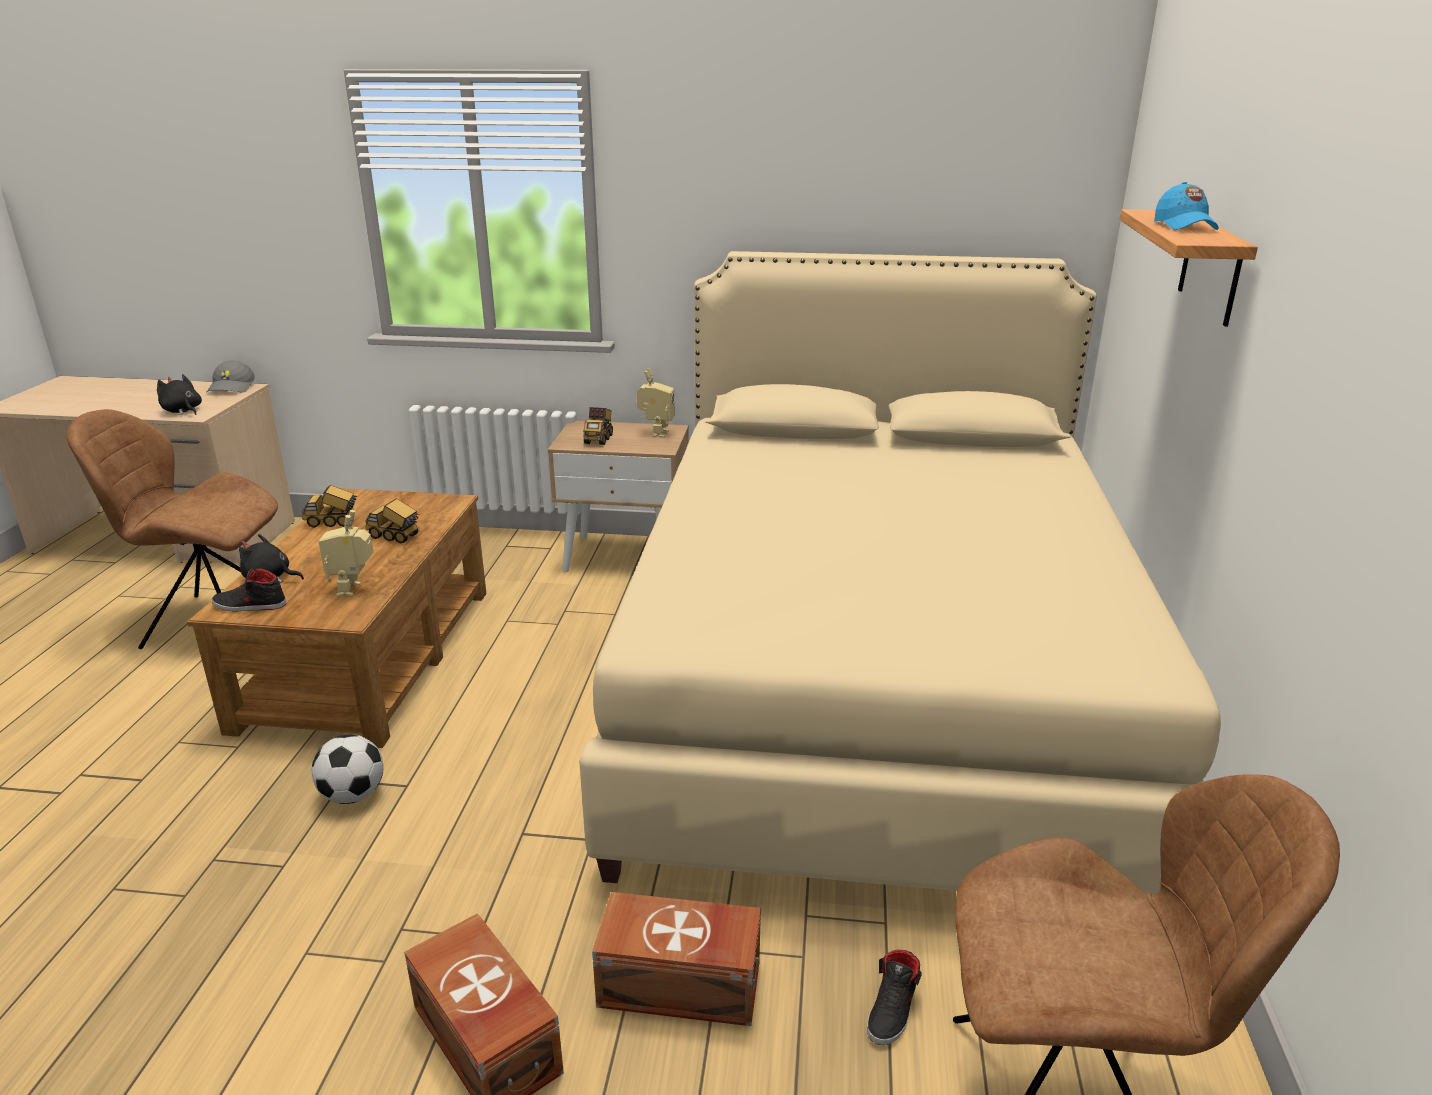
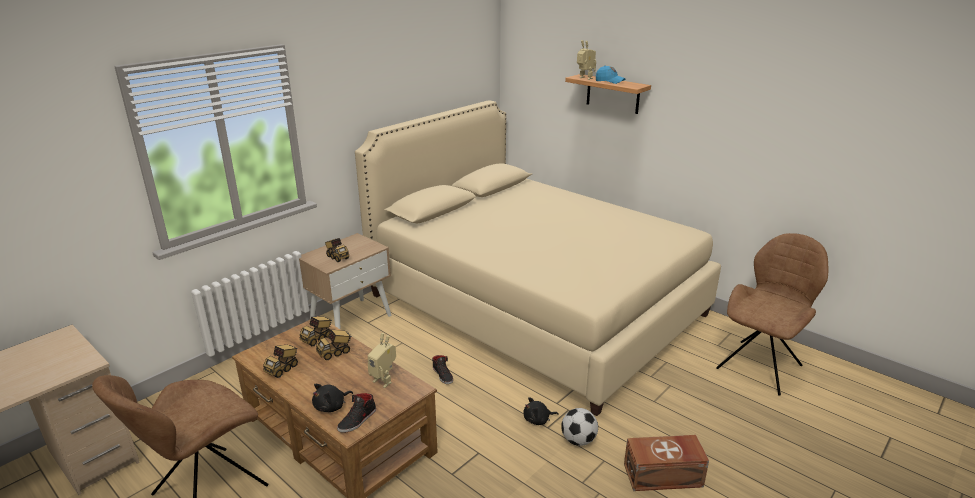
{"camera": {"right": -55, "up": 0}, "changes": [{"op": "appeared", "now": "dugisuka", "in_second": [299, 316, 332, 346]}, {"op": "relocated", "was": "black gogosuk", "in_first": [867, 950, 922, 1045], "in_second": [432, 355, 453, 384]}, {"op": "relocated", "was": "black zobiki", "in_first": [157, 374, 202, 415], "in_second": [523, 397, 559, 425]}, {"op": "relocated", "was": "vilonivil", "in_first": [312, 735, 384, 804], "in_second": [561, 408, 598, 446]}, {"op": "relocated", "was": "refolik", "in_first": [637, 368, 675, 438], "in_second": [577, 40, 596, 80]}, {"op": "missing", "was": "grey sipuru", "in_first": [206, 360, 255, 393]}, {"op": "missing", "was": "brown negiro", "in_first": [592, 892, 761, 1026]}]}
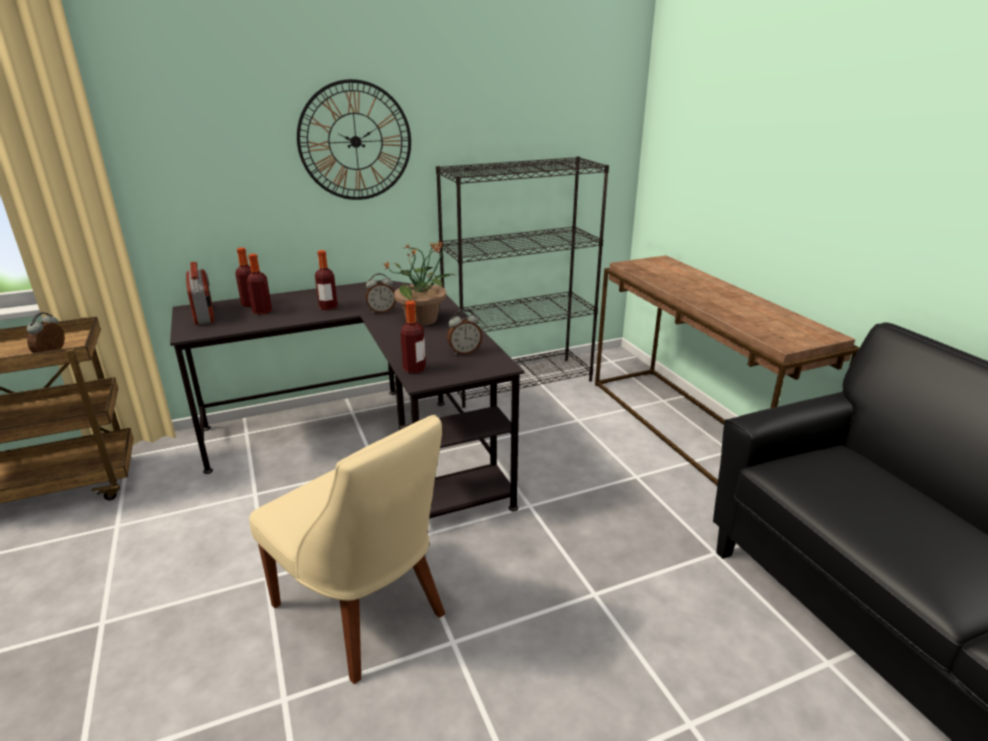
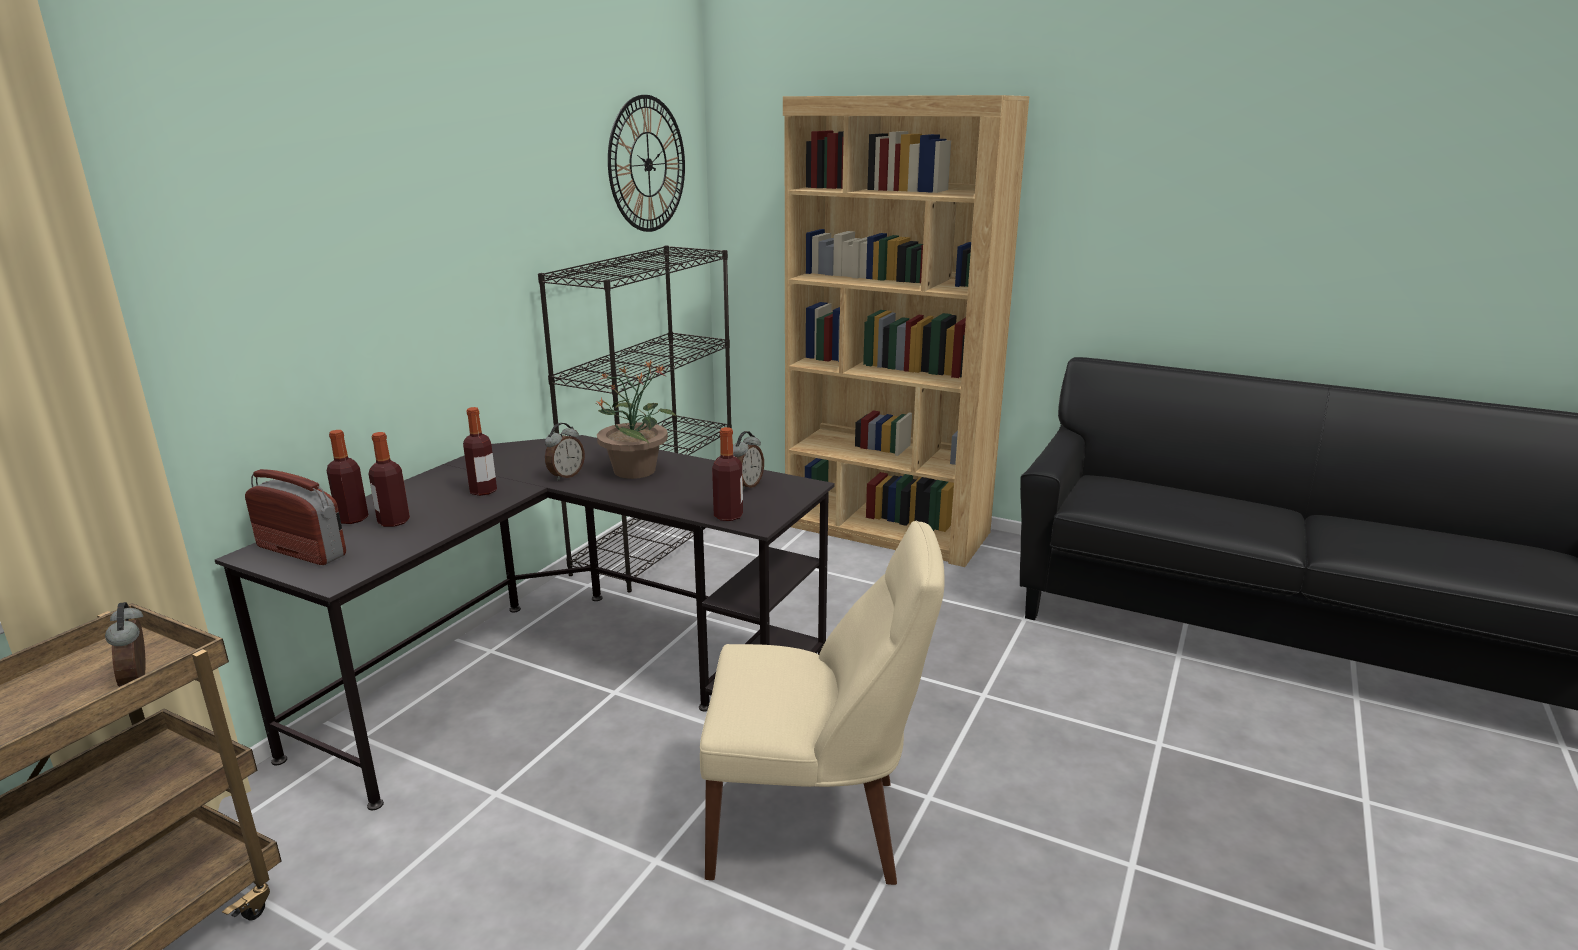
{"camera": {"right": -40, "up": -5}, "changes": [{"op": "relocated", "was": "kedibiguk", "in_first": [297, 79, 411, 200], "in_second": [608, 95, 685, 232]}, {"op": "exchanged", "was": "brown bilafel", "now": "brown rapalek", "in_first": [595, 255, 860, 485], "in_second": [783, 95, 1029, 567]}]}
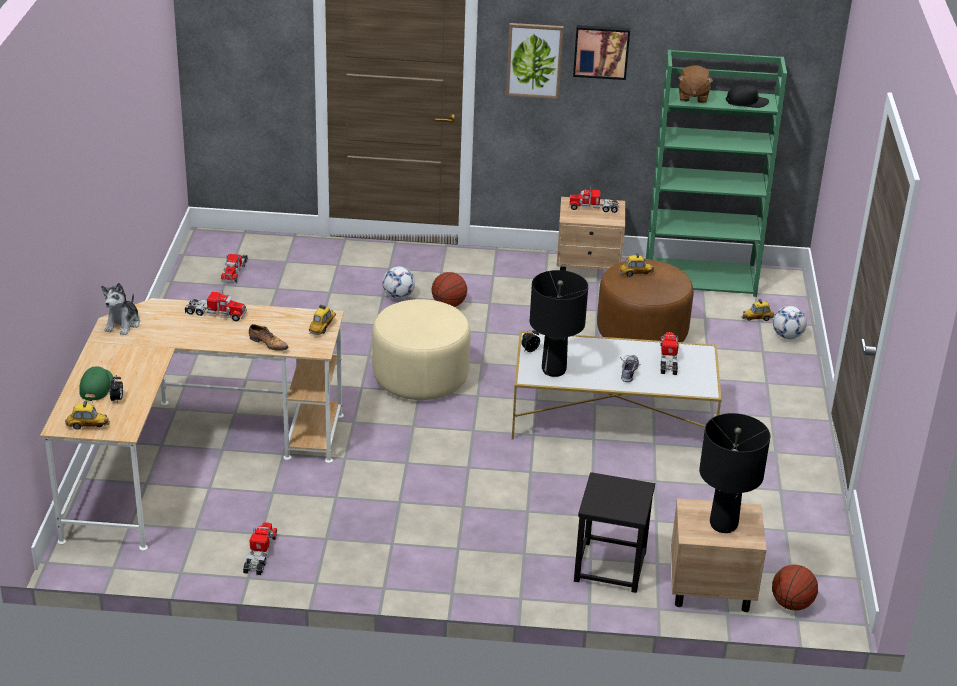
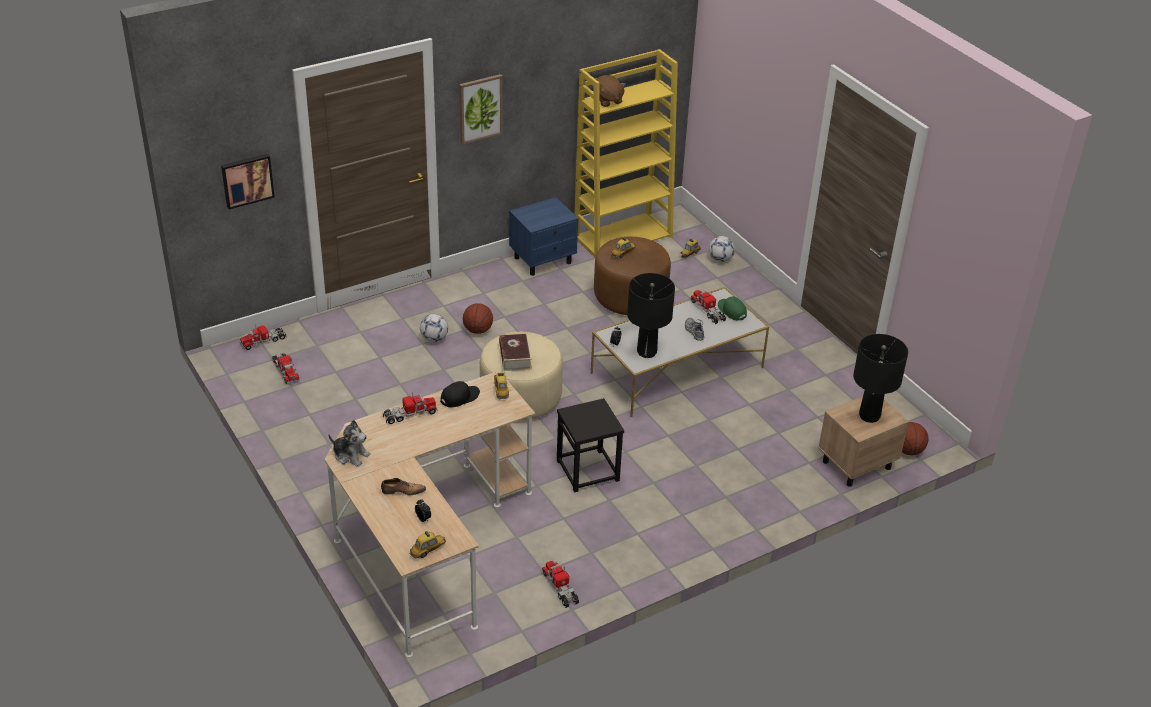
{"camera": {"right": -35, "up": 5}, "changes": [{"op": "relocated", "was": "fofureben", "in_first": [573, 25, 630, 80], "in_second": [221, 154, 275, 209]}, {"op": "relocated", "was": "dugisuka", "in_first": [569, 186, 620, 213], "in_second": [240, 325, 286, 350]}, {"op": "spun", "was": "zobiki", "in_first": [101, 283, 140, 335], "in_second": [328, 420, 370, 467], "clockwise": -45}, {"op": "relocated", "was": "gogosuk", "in_first": [249, 324, 289, 351], "in_second": [381, 478, 426, 495]}, {"op": "relocated", "was": "black sipuru", "in_first": [726, 85, 769, 108], "in_second": [440, 381, 480, 407]}, {"op": "appeared", "now": "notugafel", "in_second": [499, 333, 532, 371]}, {"op": "colour", "was": "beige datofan", "now": "blue datofan", "in_first": [556, 197, 625, 271], "in_second": [509, 197, 578, 276]}, {"op": "relocated", "was": "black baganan", "in_first": [574, 472, 655, 593], "in_second": [557, 398, 624, 492]}, {"op": "colour", "was": "green rapalek", "now": "yellow rapalek", "in_first": [646, 50, 787, 297], "in_second": [574, 49, 678, 258]}, {"op": "relocated", "was": "green sipuru", "in_first": [79, 367, 114, 401], "in_second": [718, 296, 747, 321]}]}
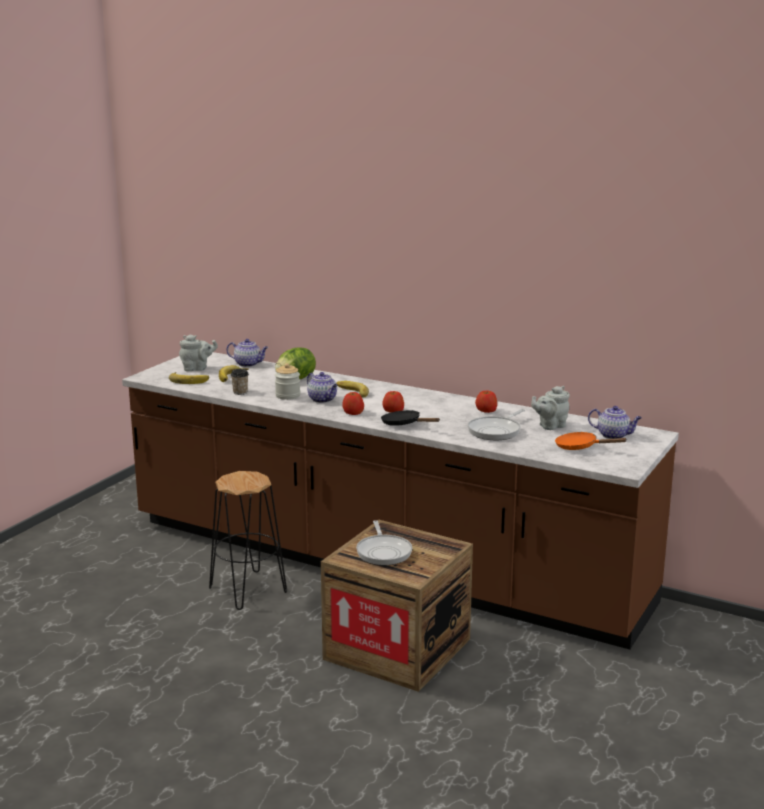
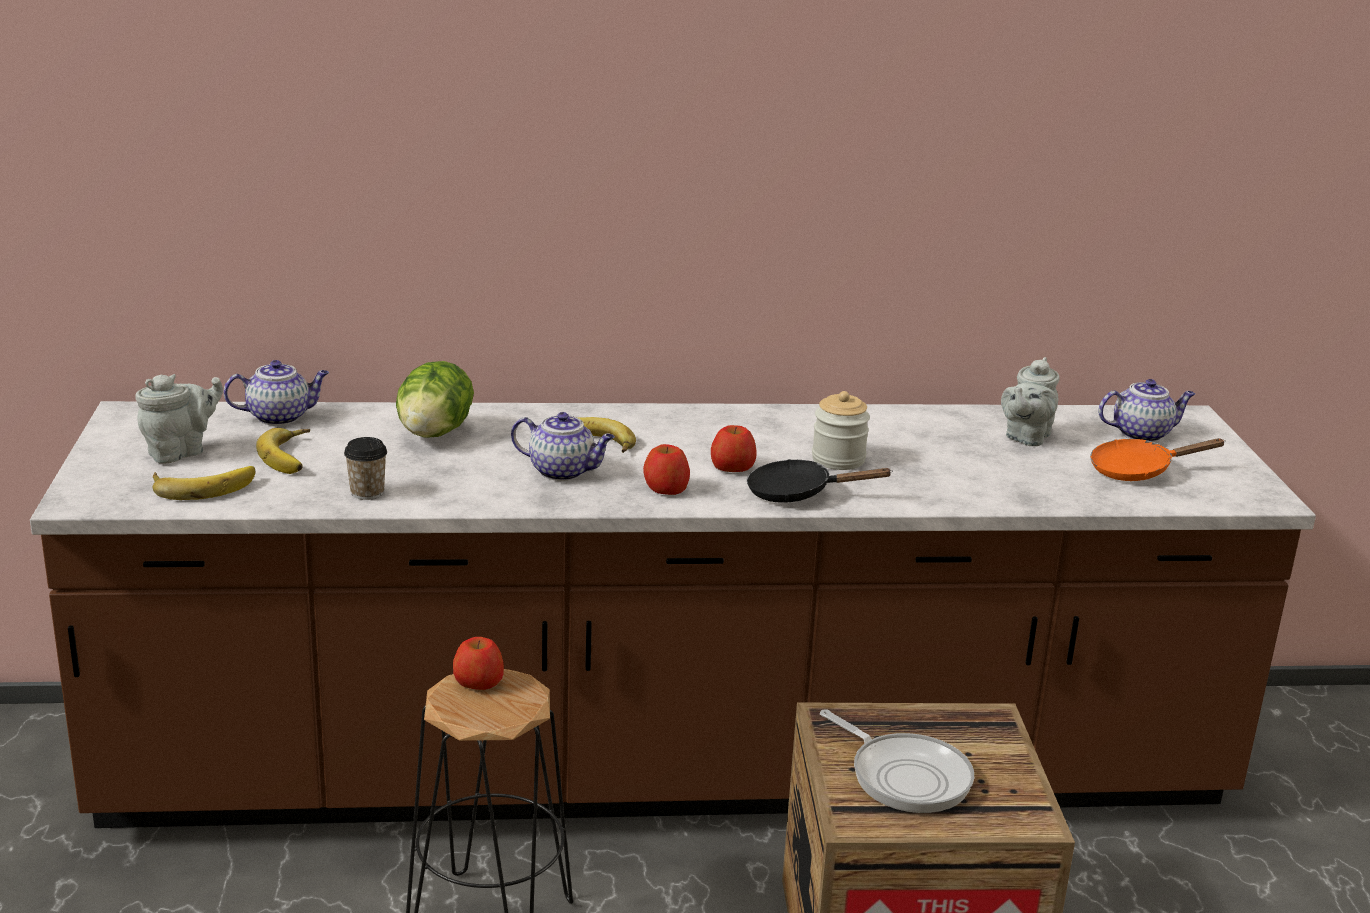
{"camera": {"right": -35, "up": 5}, "changes": [{"op": "relocated", "was": "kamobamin", "in_first": [475, 391, 497, 413], "in_second": [453, 637, 504, 690]}, {"op": "relocated", "was": "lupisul", "in_first": [275, 363, 300, 400], "in_second": [812, 391, 870, 470]}, {"op": "missing", "was": "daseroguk", "in_first": [468, 409, 525, 440]}]}
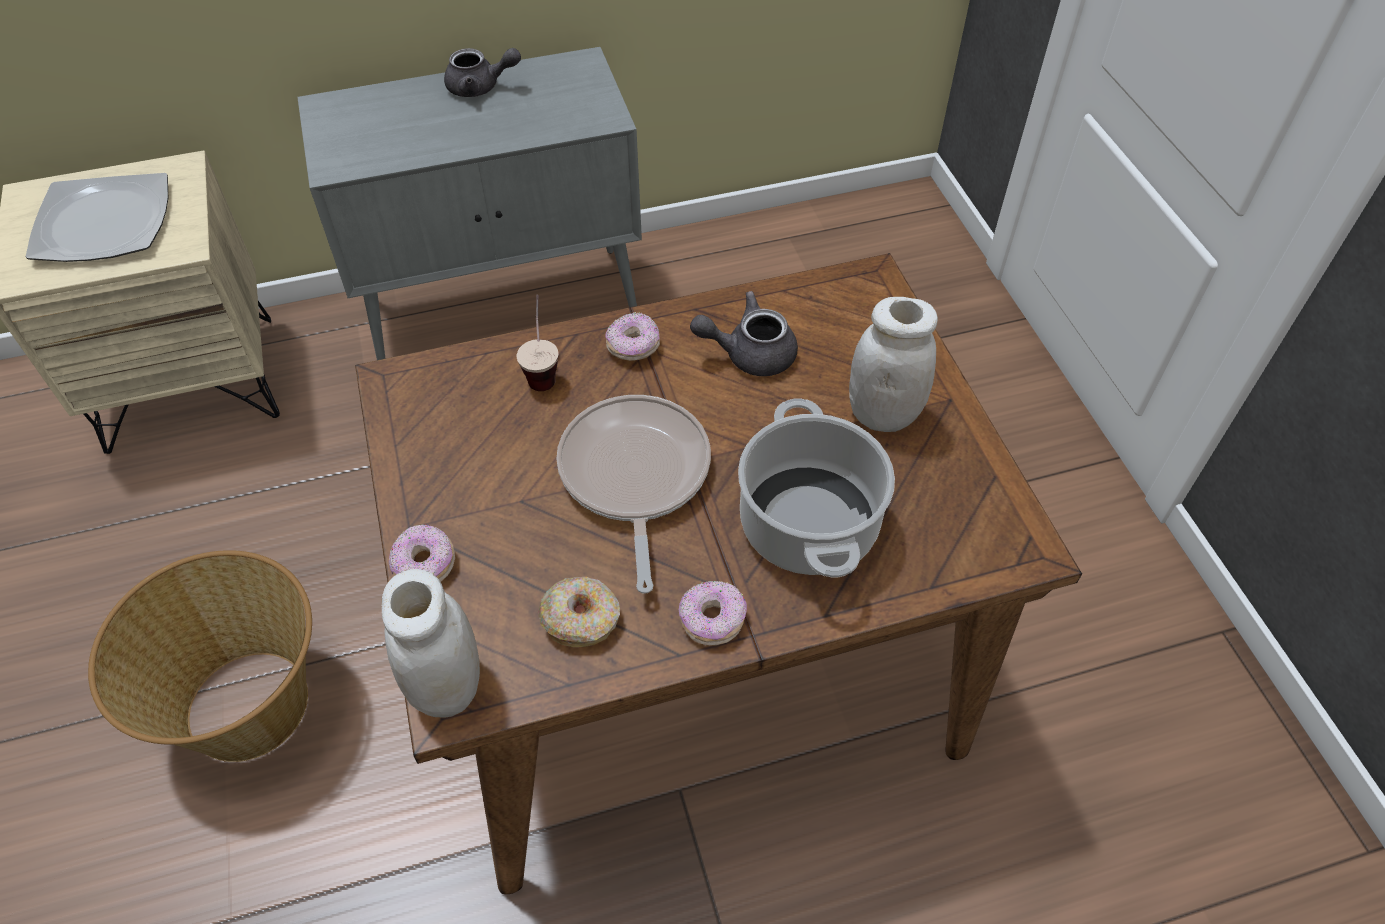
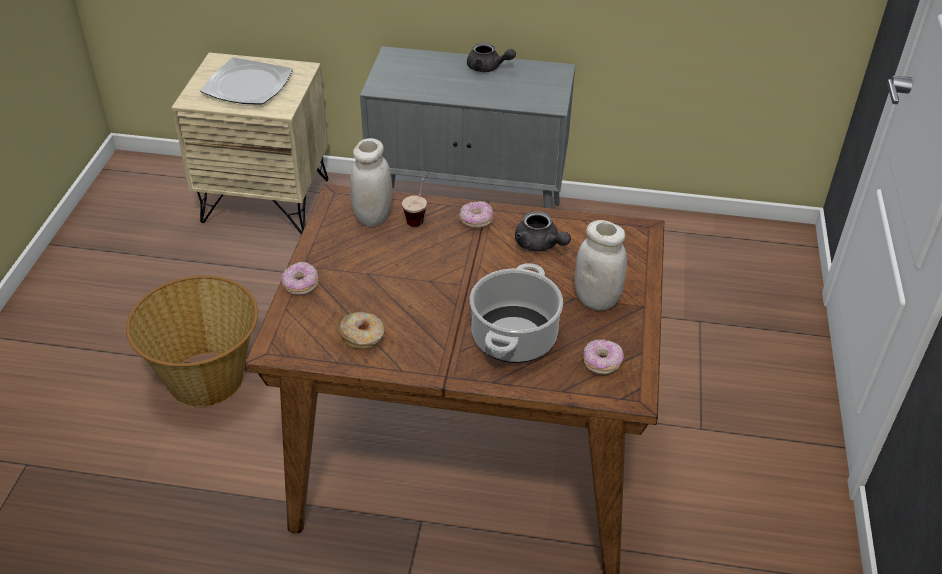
{"camera": {"right": 25, "up": -10}, "changes": [{"op": "relocated", "was": "white lupisul", "in_first": [382, 569, 480, 718], "in_second": [350, 138, 392, 227]}, {"op": "spun", "was": "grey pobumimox", "in_first": [690, 291, 798, 376], "in_second": [515, 211, 571, 252], "clockwise": -150}, {"op": "relocated", "was": "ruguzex", "in_first": [679, 581, 747, 646], "in_second": [583, 339, 624, 374]}, {"op": "missing", "was": "daseroguk", "in_first": [557, 395, 711, 594]}]}
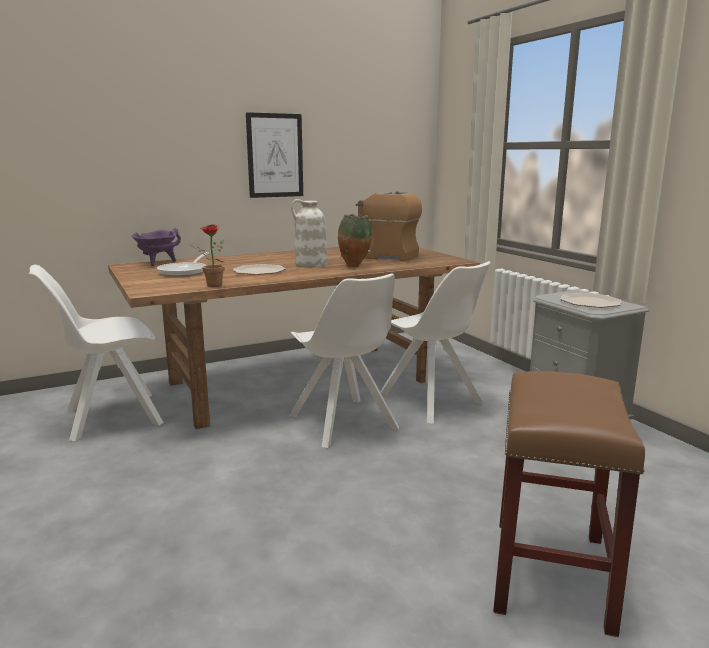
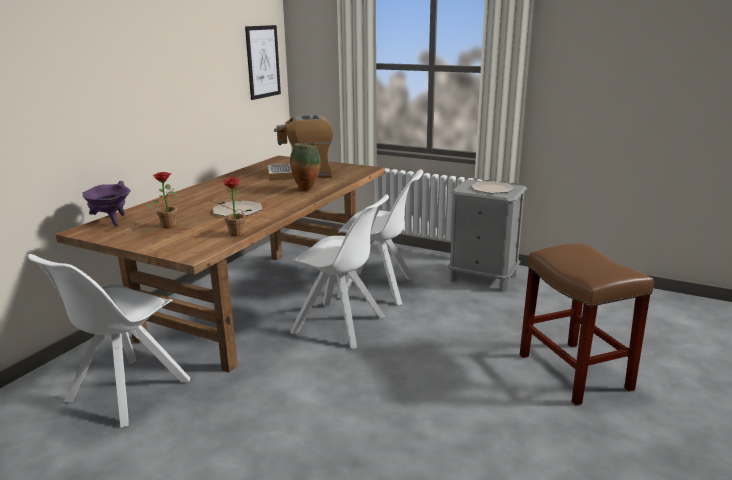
{"camera": {"right": -35, "up": 5}, "changes": [{"op": "exchanged", "was": "daseroguk", "now": "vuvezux", "in_first": [157, 252, 209, 277], "in_second": [145, 172, 177, 228]}, {"op": "relocated", "was": "fofureben", "in_first": [246, 112, 303, 198], "in_second": [245, 25, 281, 100]}, {"op": "missing", "was": "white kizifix", "in_first": [291, 199, 327, 268]}]}
